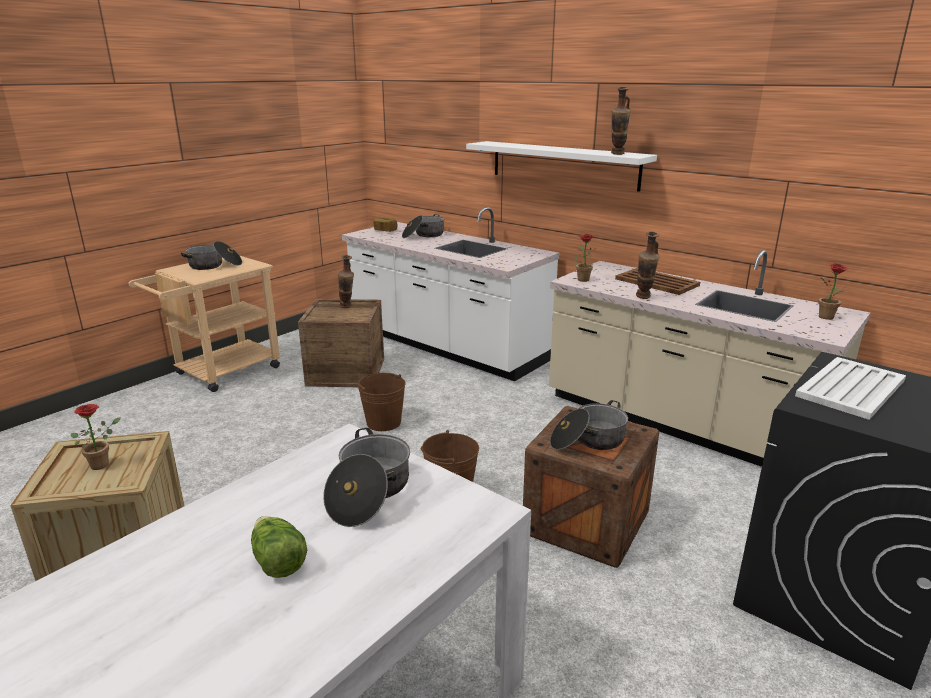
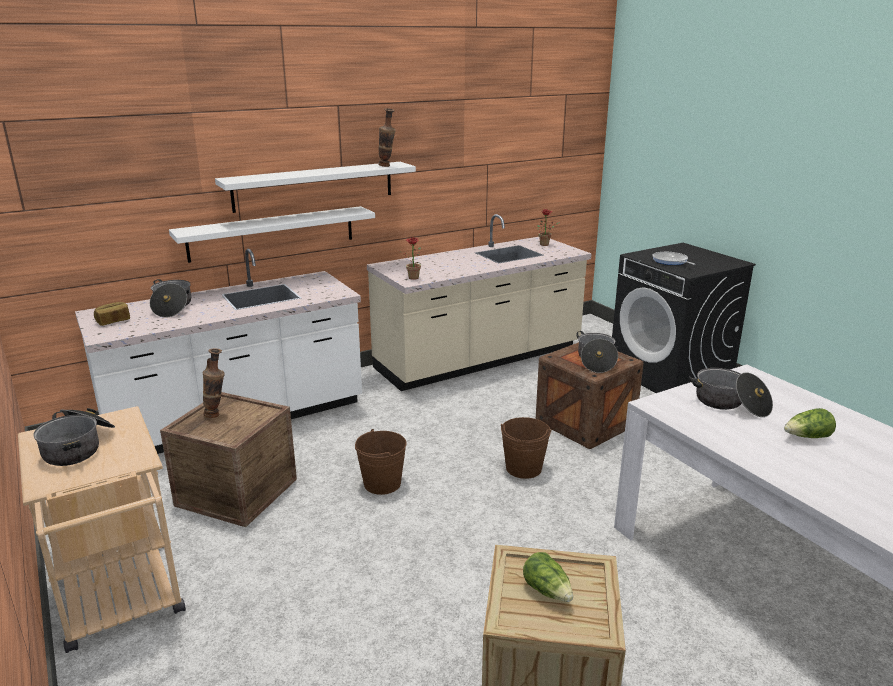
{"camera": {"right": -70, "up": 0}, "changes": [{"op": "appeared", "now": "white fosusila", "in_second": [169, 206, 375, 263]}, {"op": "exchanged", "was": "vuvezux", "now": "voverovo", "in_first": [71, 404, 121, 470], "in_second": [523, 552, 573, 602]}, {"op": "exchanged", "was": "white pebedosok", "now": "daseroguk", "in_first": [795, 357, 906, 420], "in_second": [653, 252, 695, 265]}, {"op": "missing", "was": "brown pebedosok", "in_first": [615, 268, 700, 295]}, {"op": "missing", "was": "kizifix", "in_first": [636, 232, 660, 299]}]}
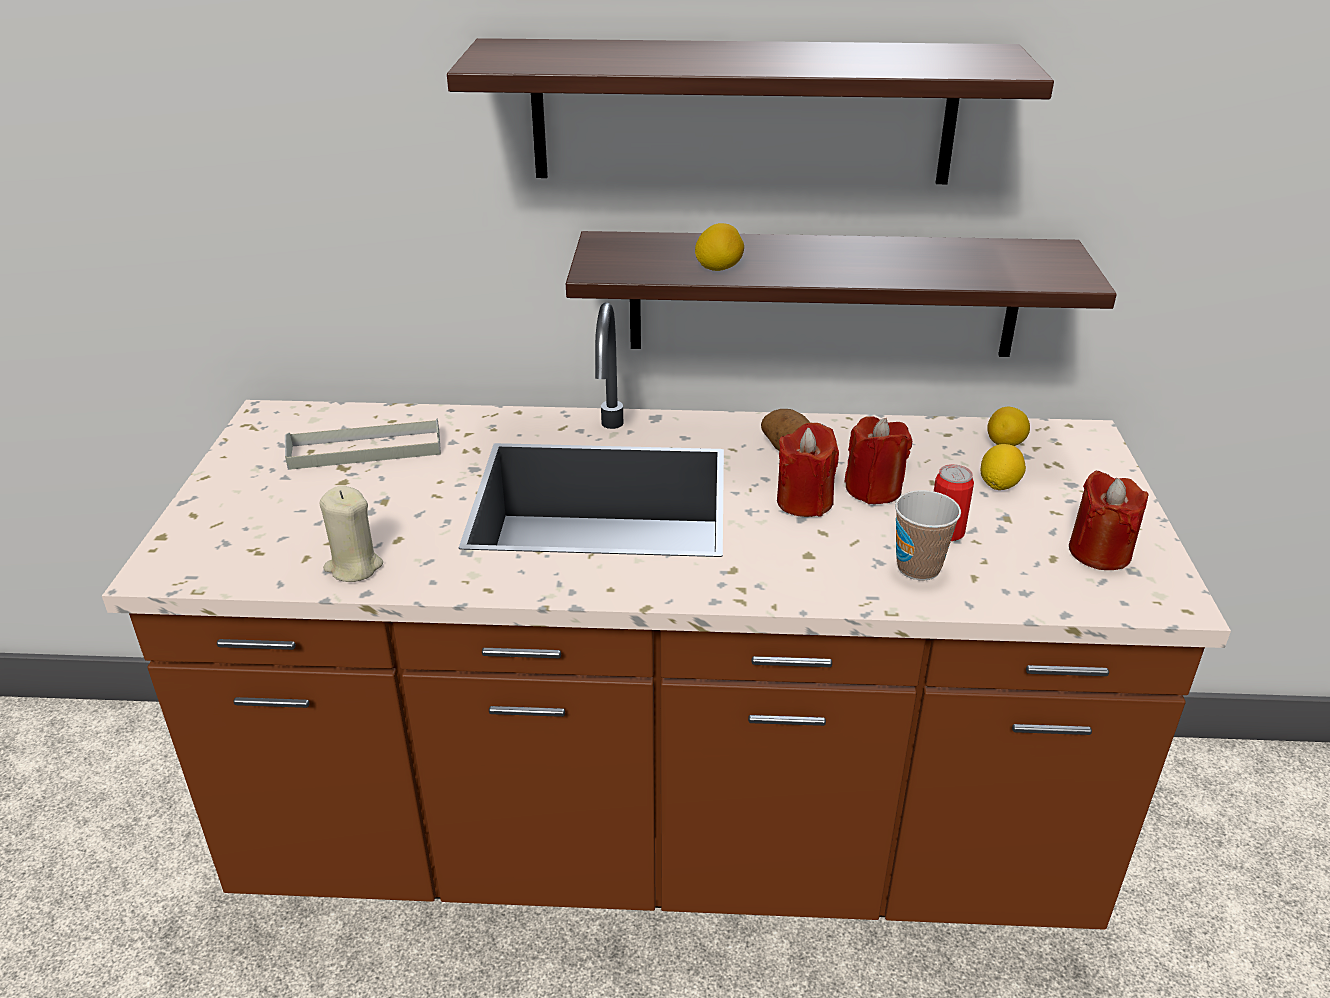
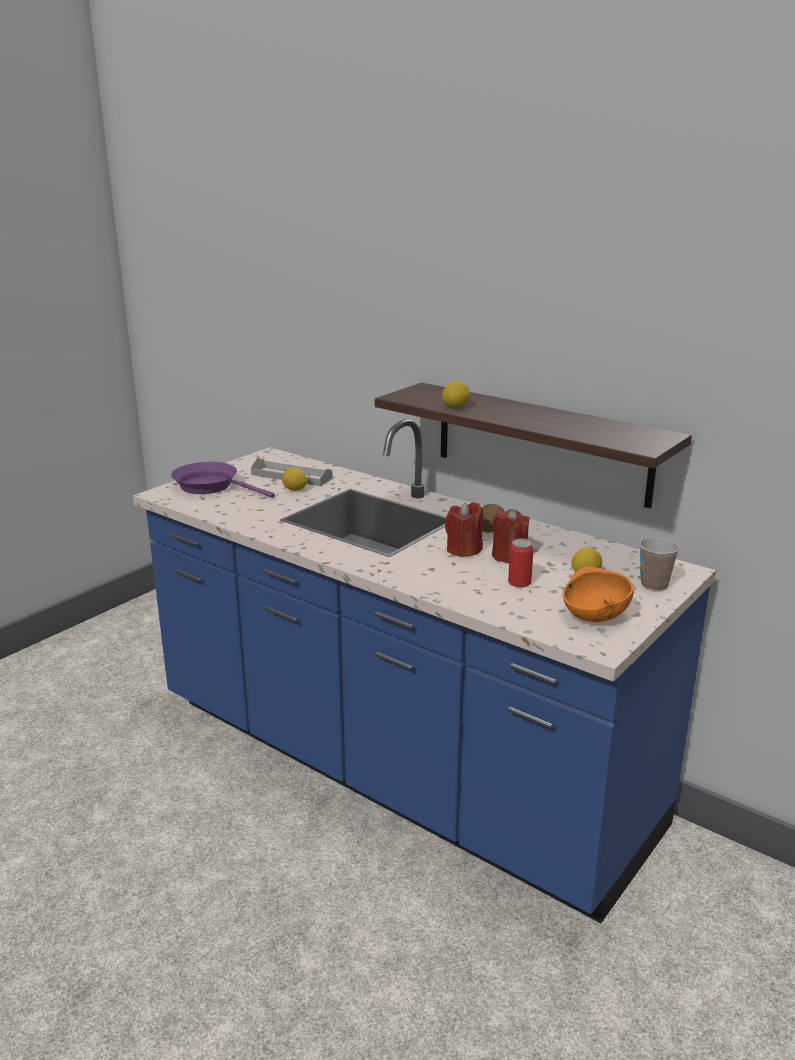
{"camera": {"right": 35, "up": -10}, "changes": [{"op": "colour", "was": "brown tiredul", "now": "blue tiredul", "in_first": [102, 303, 1231, 930], "in_second": [133, 419, 716, 923]}, {"op": "appeared", "now": "purple daseroguk", "in_second": [171, 462, 275, 498]}, {"op": "relocated", "was": "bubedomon", "in_first": [987, 407, 1030, 446], "in_second": [282, 468, 307, 491]}, {"op": "exchanged", "was": "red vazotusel", "now": "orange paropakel", "in_first": [1069, 470, 1148, 570], "in_second": [563, 566, 634, 622]}, {"op": "relocated", "was": "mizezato", "in_first": [895, 490, 961, 580], "in_second": [639, 537, 679, 591]}, {"op": "missing", "was": "beige vazotusel", "in_first": [320, 486, 383, 582]}, {"op": "missing", "was": "fosusila", "in_first": [447, 38, 1054, 184]}]}
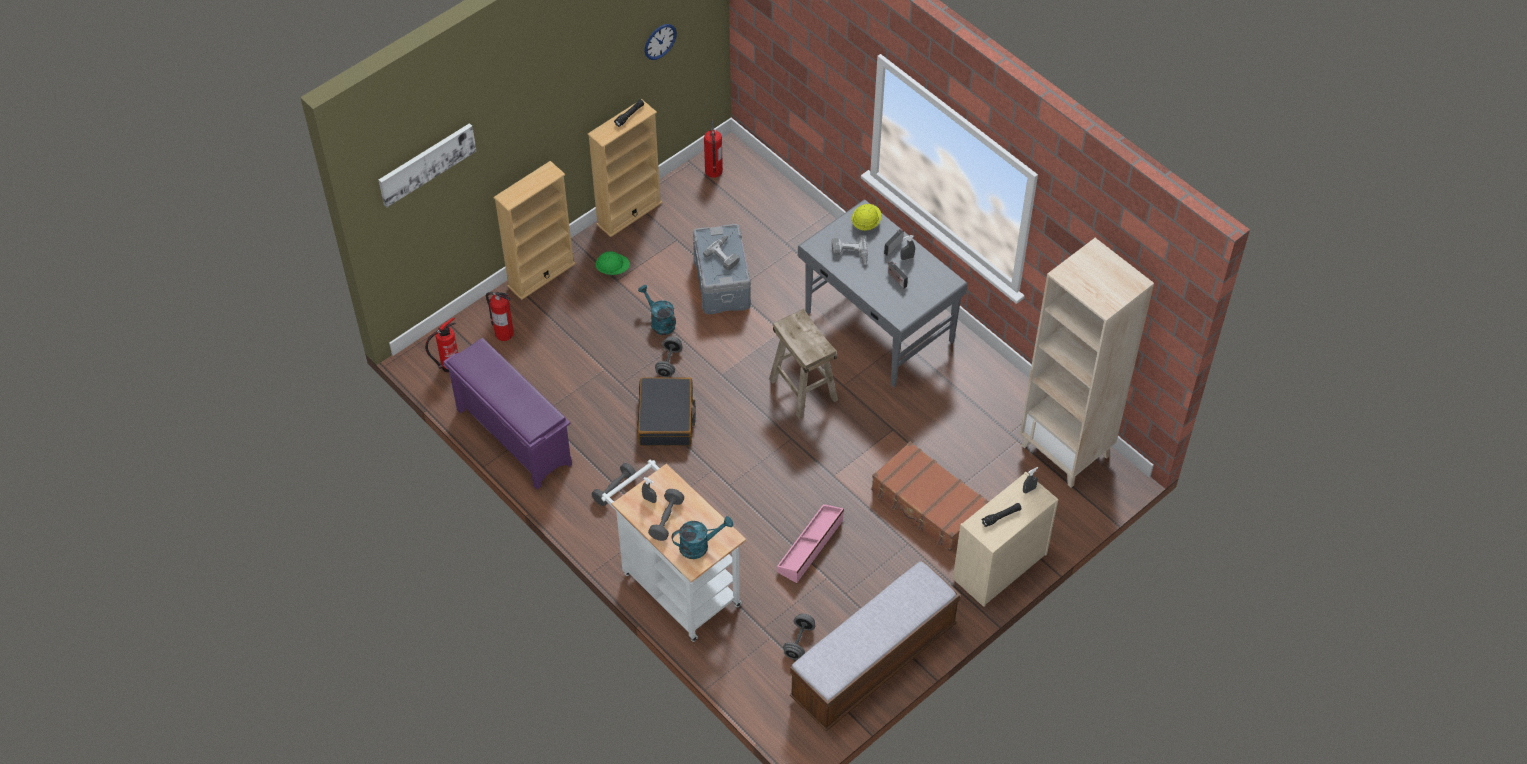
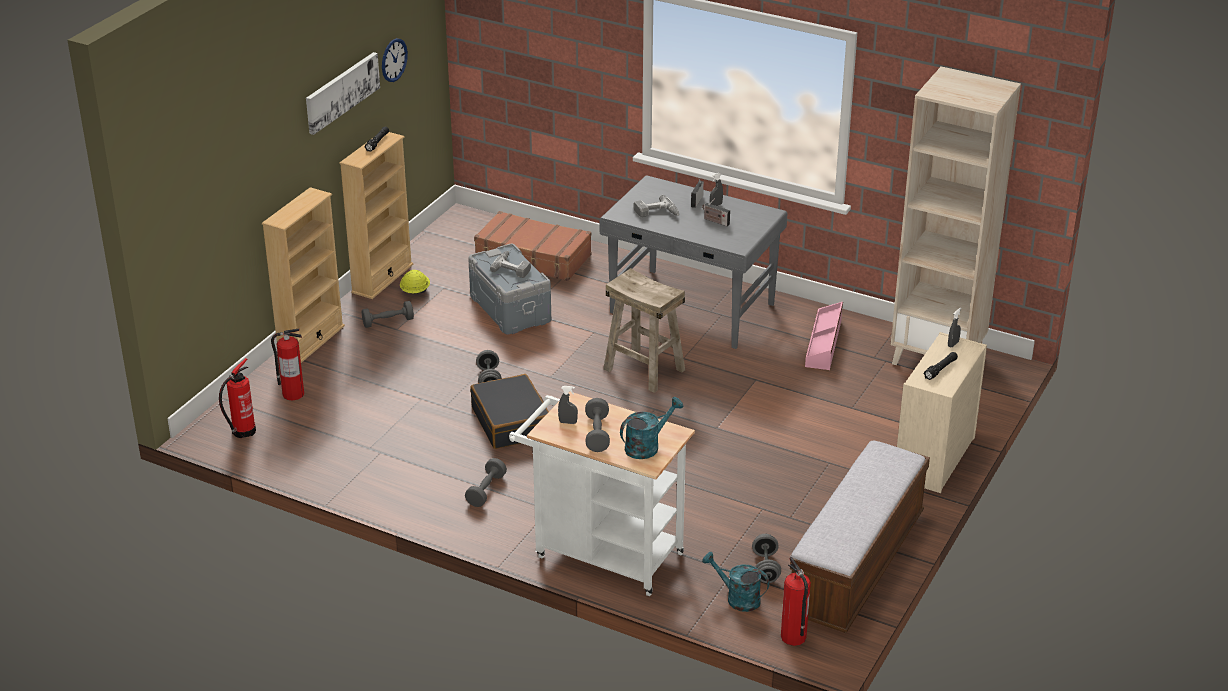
{"camera": {"right": -20, "up": -20}, "changes": [{"op": "relocated", "was": "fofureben", "in_first": [379, 123, 476, 207], "in_second": [306, 52, 380, 135]}, {"op": "exchanged", "was": "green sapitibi", "now": "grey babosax", "in_first": [596, 251, 630, 276], "in_second": [362, 301, 414, 328]}, {"op": "relocated", "was": "yellow sapitibi", "in_first": [852, 204, 882, 231], "in_second": [400, 270, 430, 294]}, {"op": "relocated", "was": "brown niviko", "in_first": [871, 442, 989, 551], "in_second": [474, 211, 592, 281]}, {"op": "relocated", "was": "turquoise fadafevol", "in_first": [638, 285, 676, 335], "in_second": [702, 552, 770, 612]}, {"op": "relocated", "was": "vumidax", "in_first": [704, 120, 723, 178], "in_second": [781, 557, 811, 646]}, {"op": "relocated", "was": "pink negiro", "in_first": [777, 504, 844, 583], "in_second": [805, 302, 843, 370]}, {"op": "missing", "was": "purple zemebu", "in_first": [443, 337, 572, 489]}]}
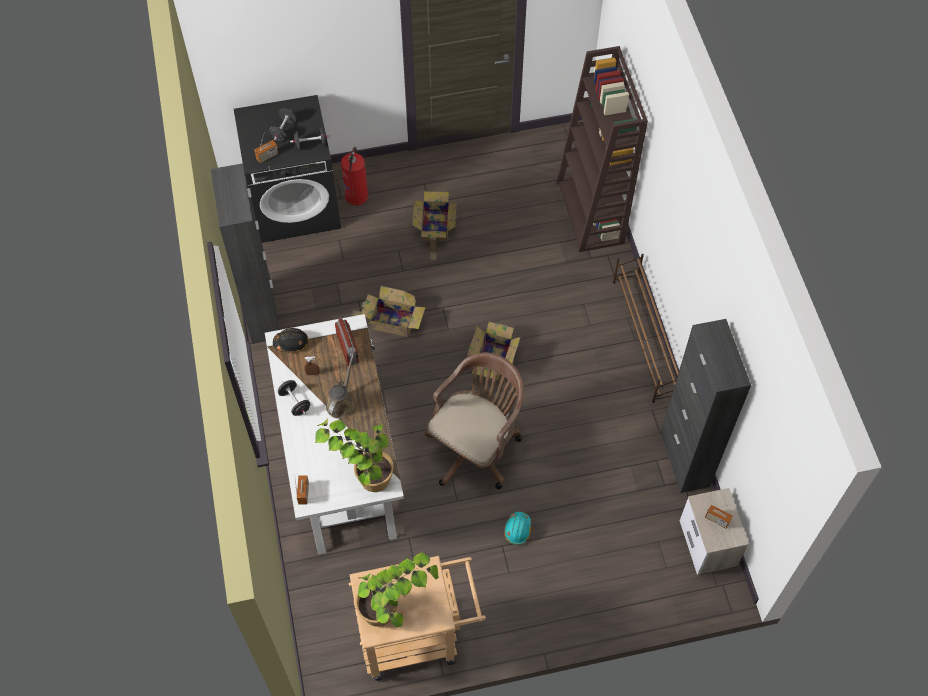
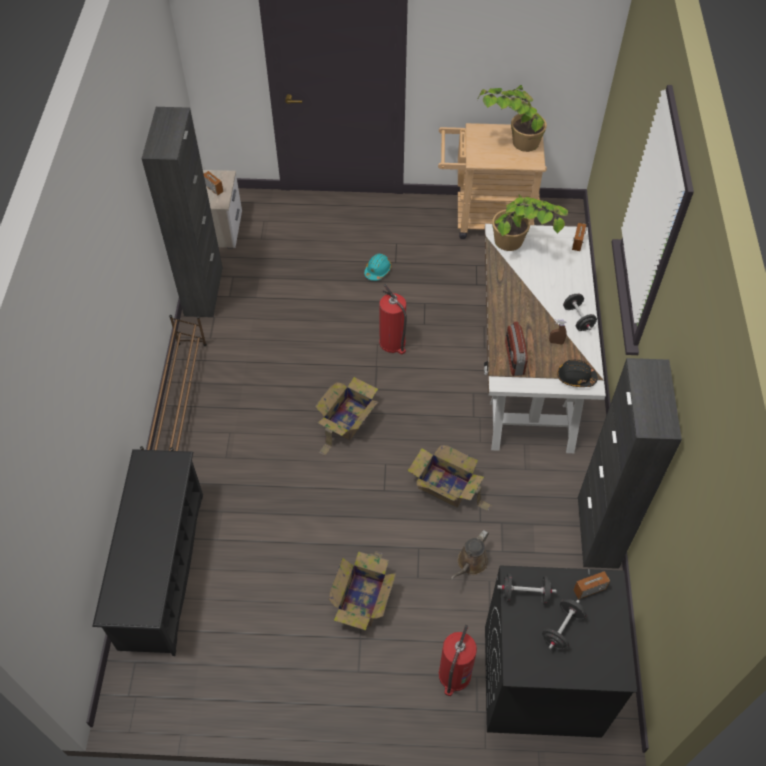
{"camera": {"right": -165, "up": -5}, "changes": [{"op": "exchanged", "was": "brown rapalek", "now": "black zemebu", "in_first": [556, 46, 648, 252], "in_second": [92, 449, 203, 656]}, {"op": "exchanged", "was": "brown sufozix", "now": "vumidax", "in_first": [425, 353, 524, 489], "in_second": [379, 284, 407, 355]}, {"op": "relocated", "was": "brown fadafevol", "in_first": [326, 355, 355, 419], "in_second": [450, 530, 489, 580]}]}
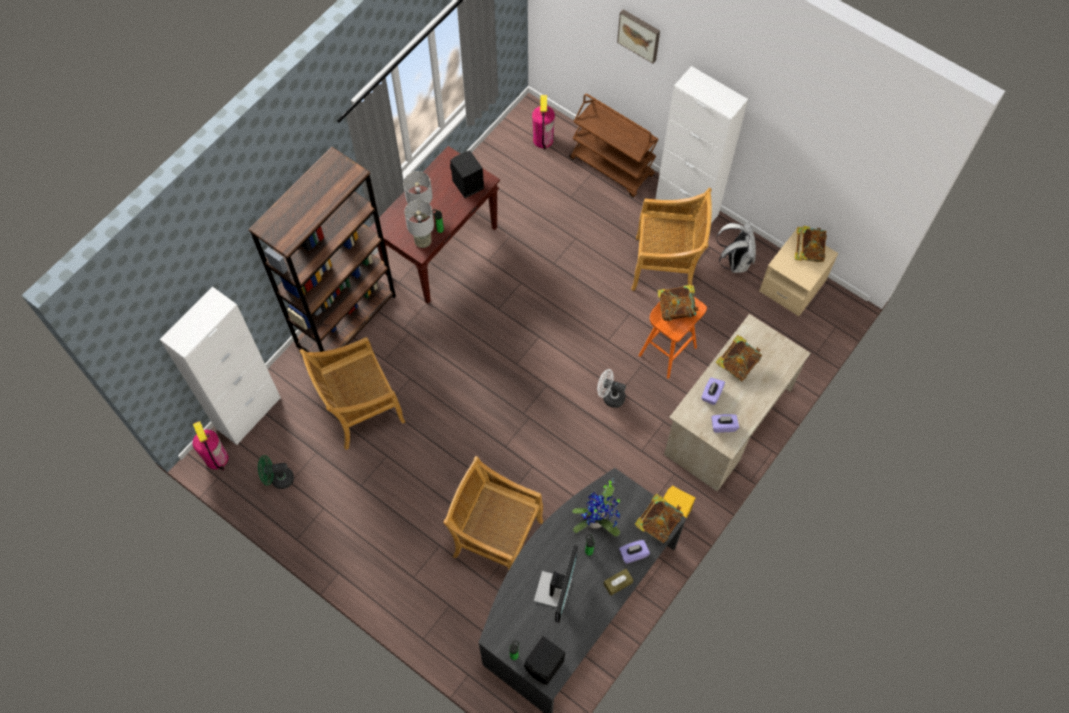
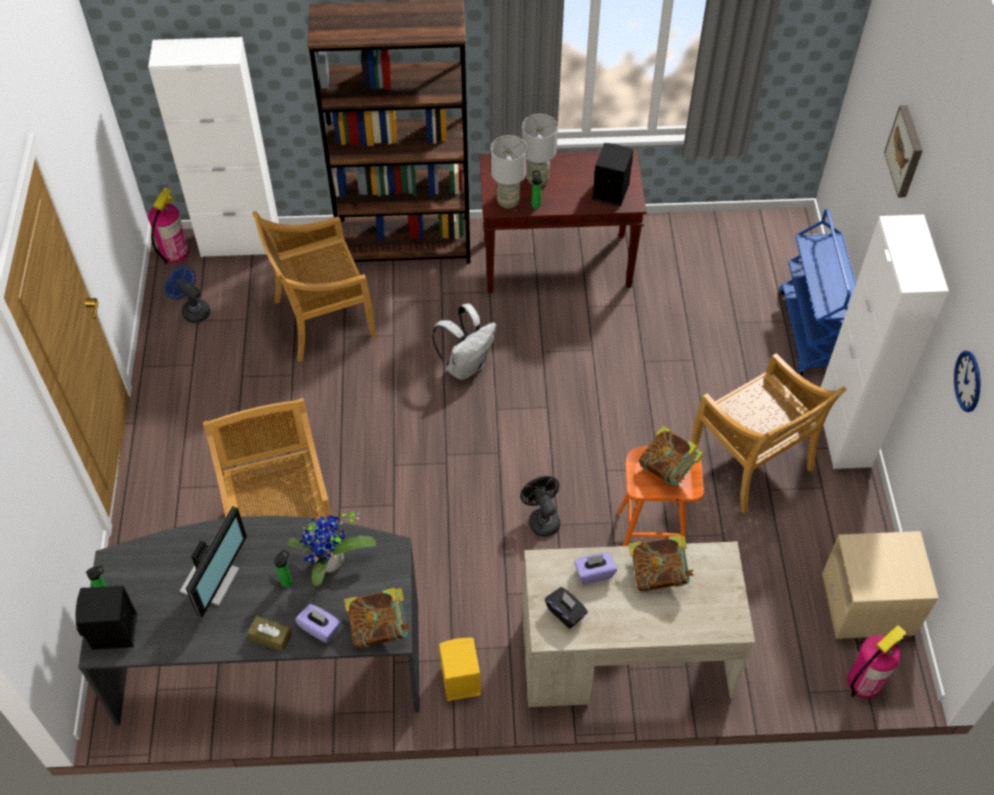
{"camera": {"right": 50, "up": -10}, "changes": [{"op": "colour", "was": "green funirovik", "now": "blue funirovik", "in_first": [258, 455, 294, 489], "in_second": [165, 266, 211, 323]}, {"op": "spun", "was": "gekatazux", "in_first": [534, 545, 578, 623], "in_second": [180, 506, 247, 617], "clockwise": -45}, {"op": "spun", "was": "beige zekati", "in_first": [300, 337, 405, 450], "in_second": [252, 211, 377, 362], "clockwise": -45}, {"op": "relocated", "was": "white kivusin", "in_first": [716, 222, 756, 273], "in_second": [432, 303, 496, 380]}, {"op": "colour", "was": "white funirovik", "now": "black funirovik", "in_first": [597, 369, 626, 408], "in_second": [520, 476, 560, 537]}, {"op": "colour", "was": "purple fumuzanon", "now": "black fumuzanon", "in_first": [711, 414, 739, 433], "in_second": [545, 587, 588, 629]}, {"op": "colour", "was": "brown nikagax", "now": "blue nikagax", "in_first": [569, 94, 659, 198], "in_second": [780, 209, 856, 375]}, {"op": "relocated", "was": "vumidax", "in_first": [532, 95, 555, 150], "in_second": [847, 625, 906, 698]}, {"op": "appeared", "now": "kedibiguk", "in_second": [954, 351, 981, 412]}, {"op": "missing", "was": "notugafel", "in_first": [795, 226, 827, 262]}]}
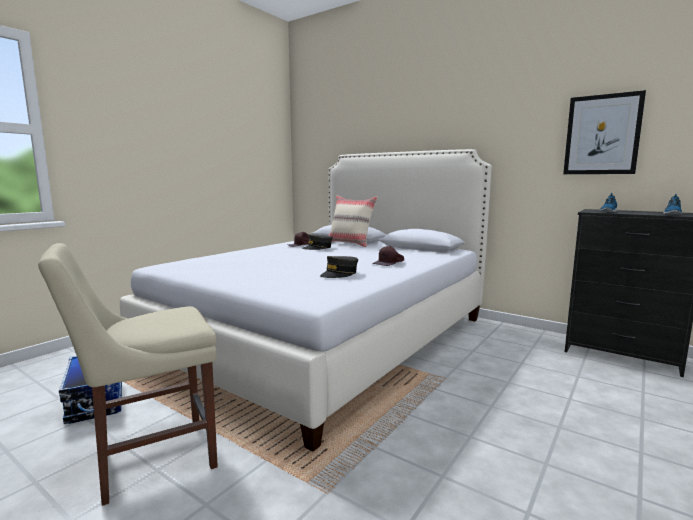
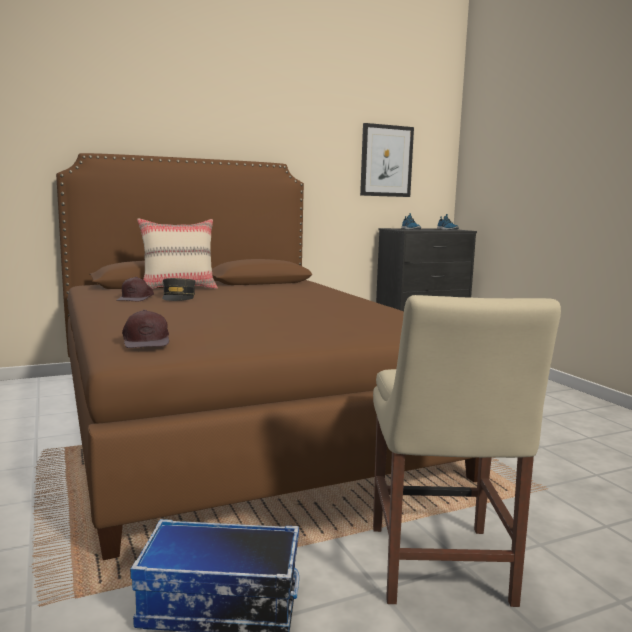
{"camera": {"right": -60, "up": 0}, "changes": [{"op": "colour", "was": "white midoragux", "now": "brown midoragux", "in_first": [120, 149, 492, 452], "in_second": [56, 153, 479, 560]}, {"op": "relocated", "was": "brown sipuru", "in_first": [372, 246, 404, 266], "in_second": [122, 310, 169, 348]}, {"op": "missing", "was": "grey sipuru", "in_first": [320, 256, 358, 278]}]}
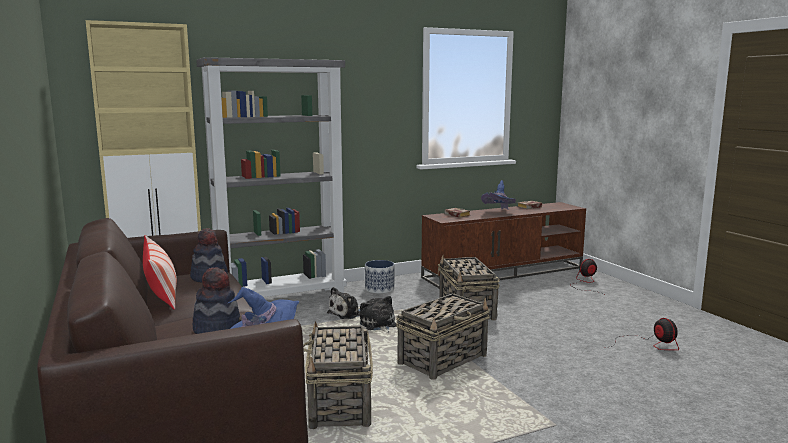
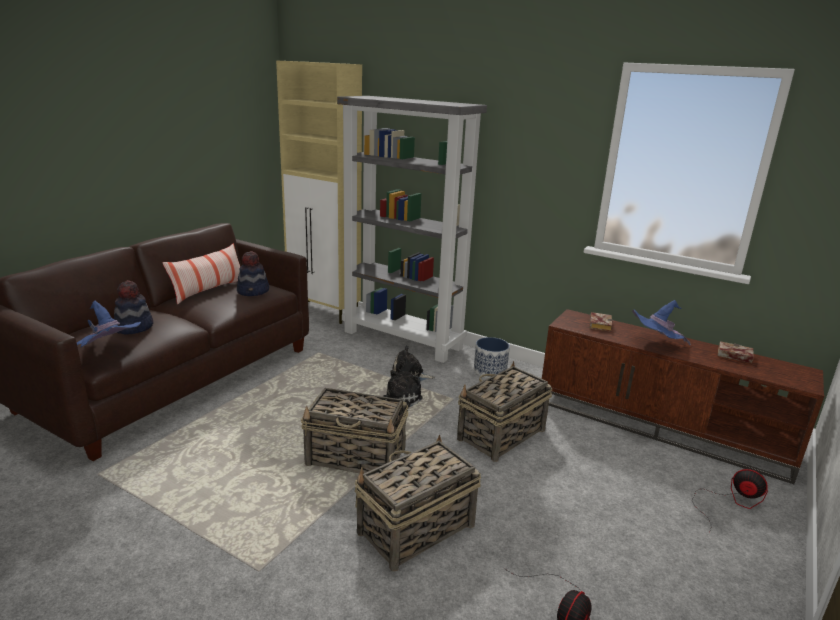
{"camera": {"right": 55, "up": 10}, "changes": [{"op": "relocated", "was": "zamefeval", "in_first": [303, 321, 373, 429], "in_second": [355, 434, 481, 571]}]}
